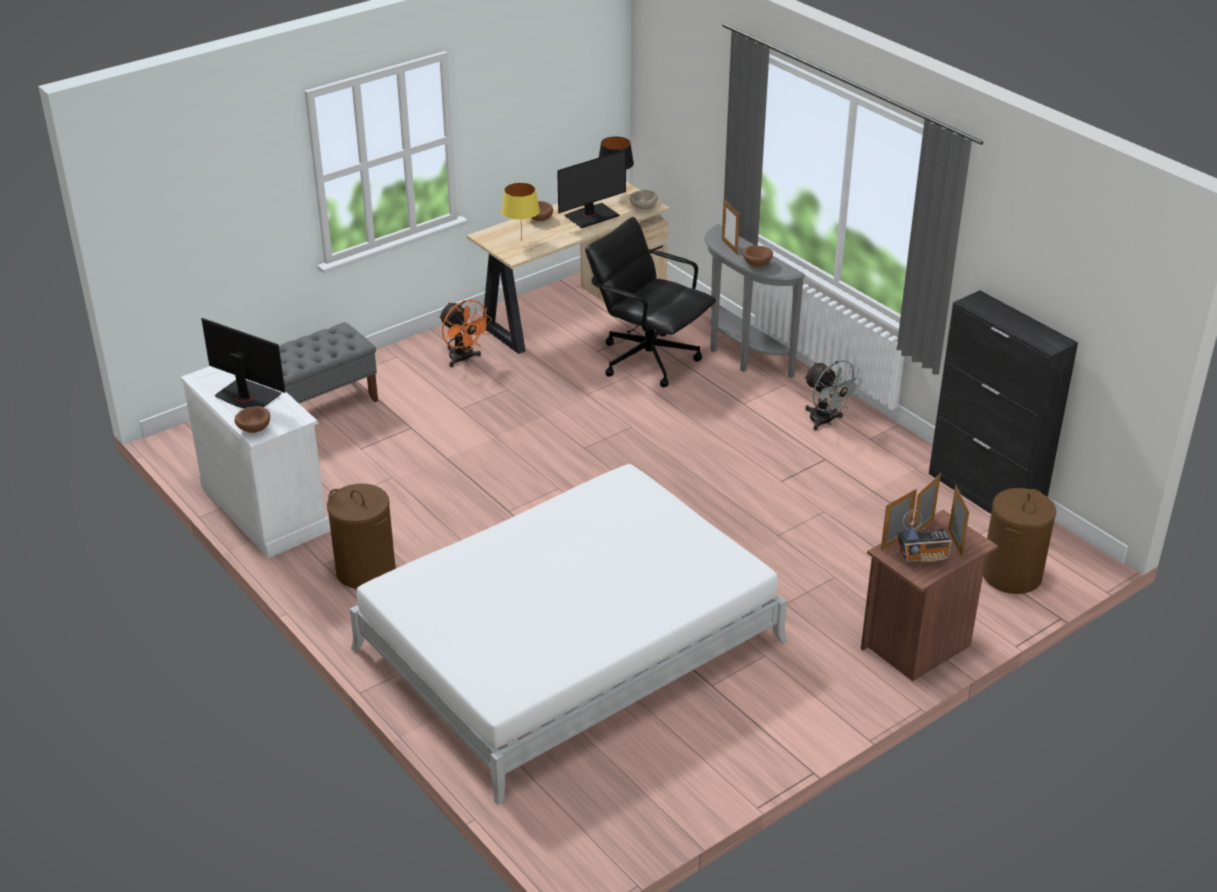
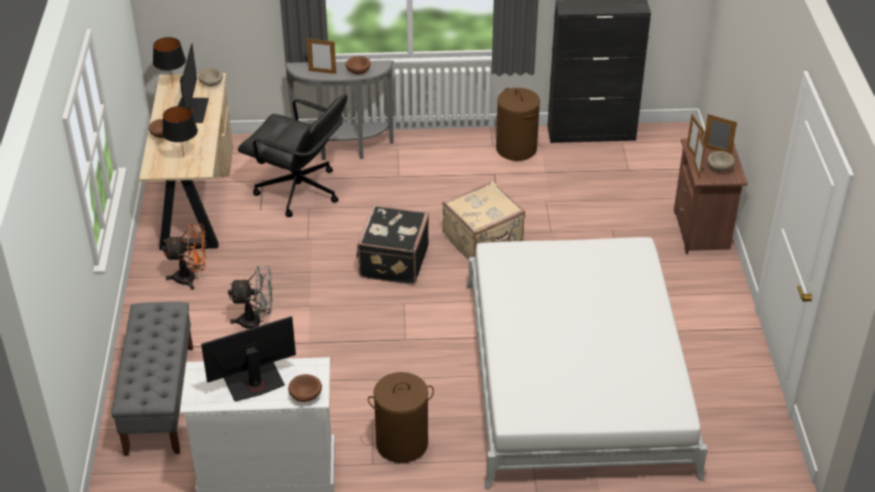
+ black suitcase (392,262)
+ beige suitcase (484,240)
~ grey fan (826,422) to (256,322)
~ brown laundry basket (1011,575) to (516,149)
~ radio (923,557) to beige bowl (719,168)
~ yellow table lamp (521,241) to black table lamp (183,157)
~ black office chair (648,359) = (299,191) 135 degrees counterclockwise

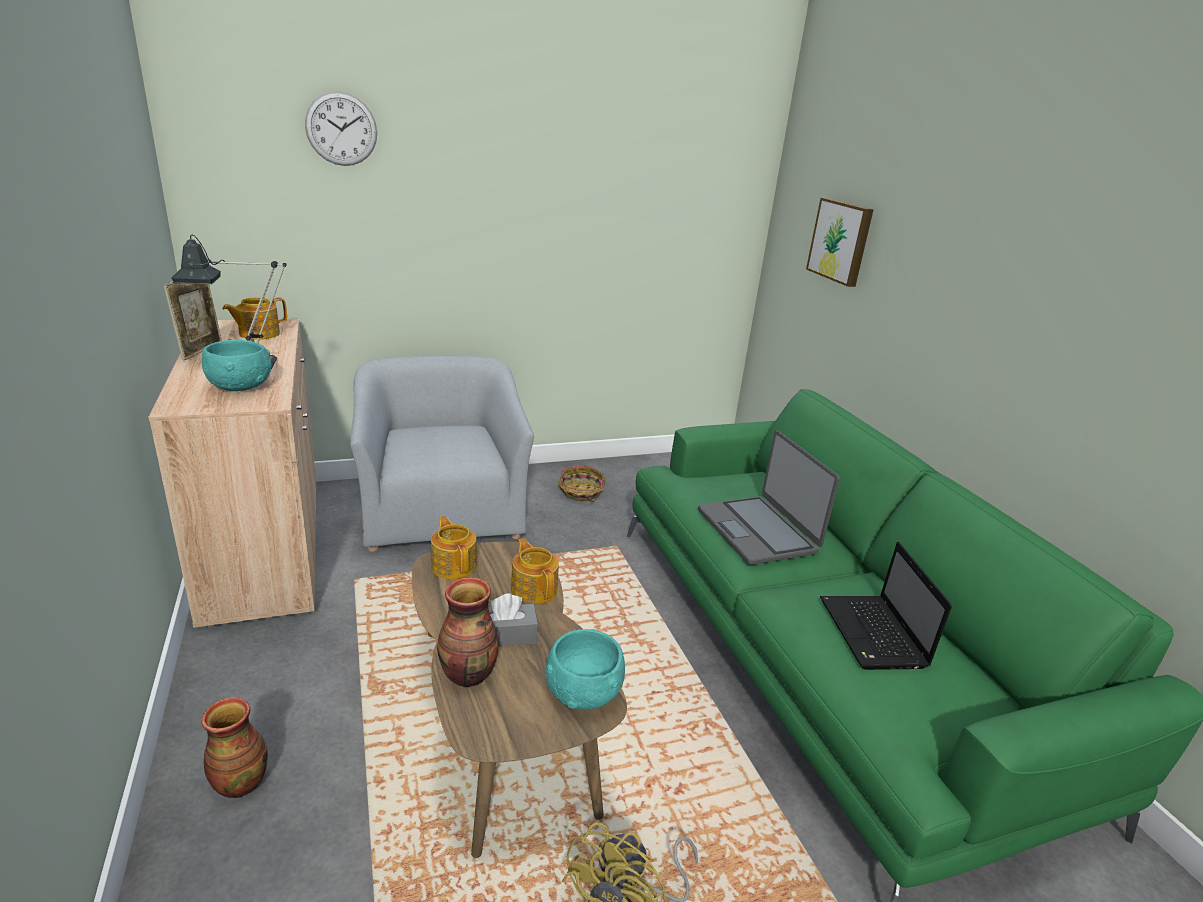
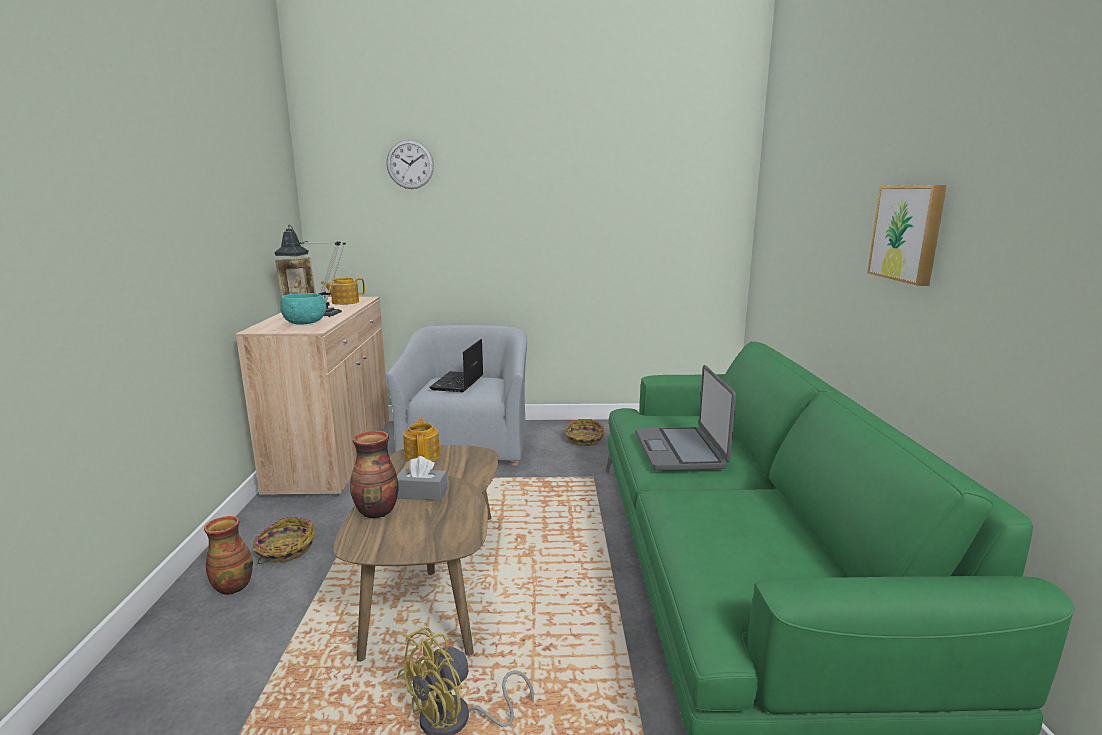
- teapot (534,589)
- turquoise bowl (584,692)
+ basket (285,550)
~ picture (841,241) to (908,233)
~ laptop (873,635) to (457,383)

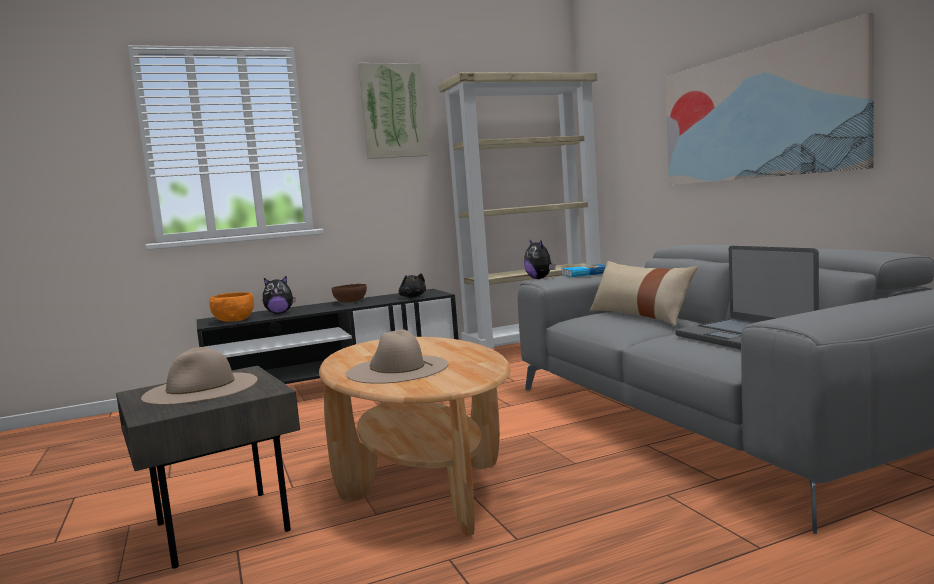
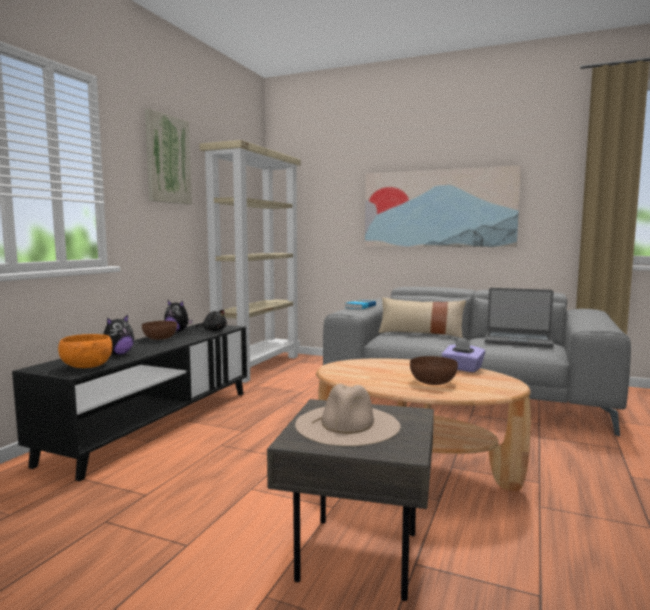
+ purple tissue box (462,368)
~ plush toy (540,278) to (178,331)
~ beige hat (397,369) to brown bowl (433,382)

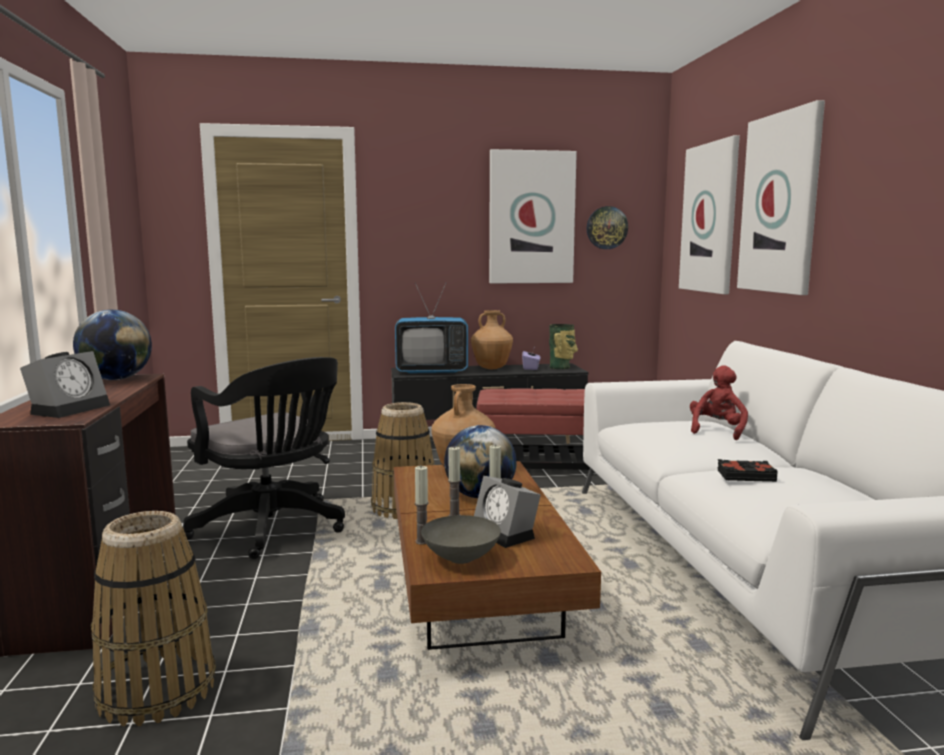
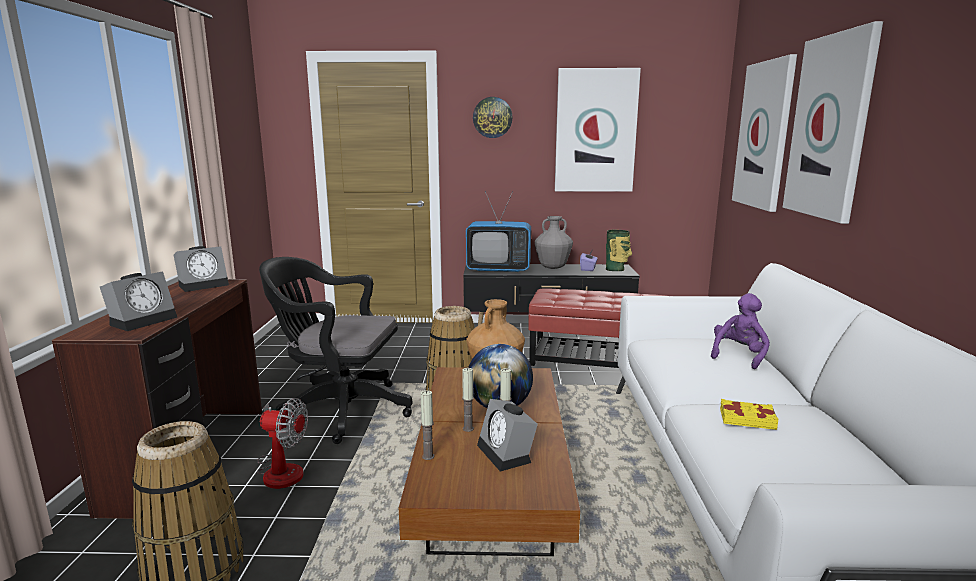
- grey bowl (459,558)
+ fan (281,469)
~ wall clock (606,227) to (492,117)
~ globe (116,379) to alarm clock (205,285)
~ brown vase (492,368) to grey vase (553,267)
~ red plush toy (717,430) to purple plush toy (738,355)
~ black book (745,476) to yellow book (747,419)
~ black office chair (273,529) = (340,410) 135 degrees clockwise

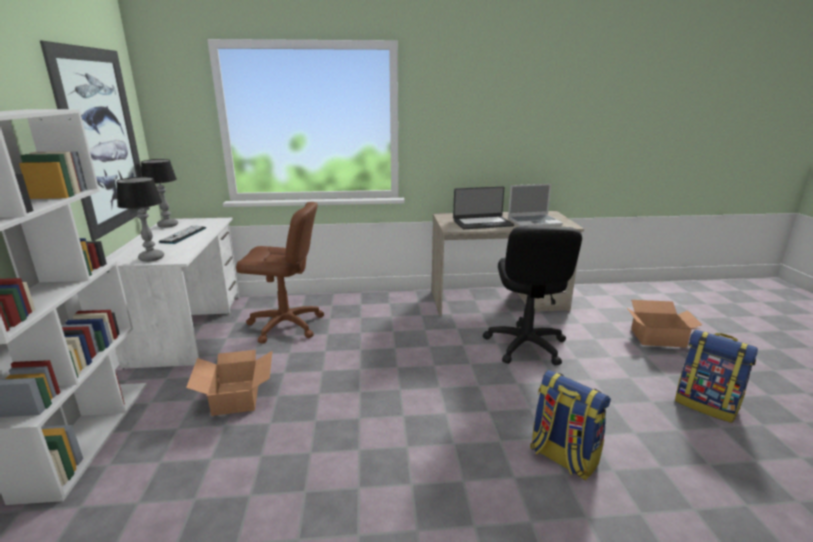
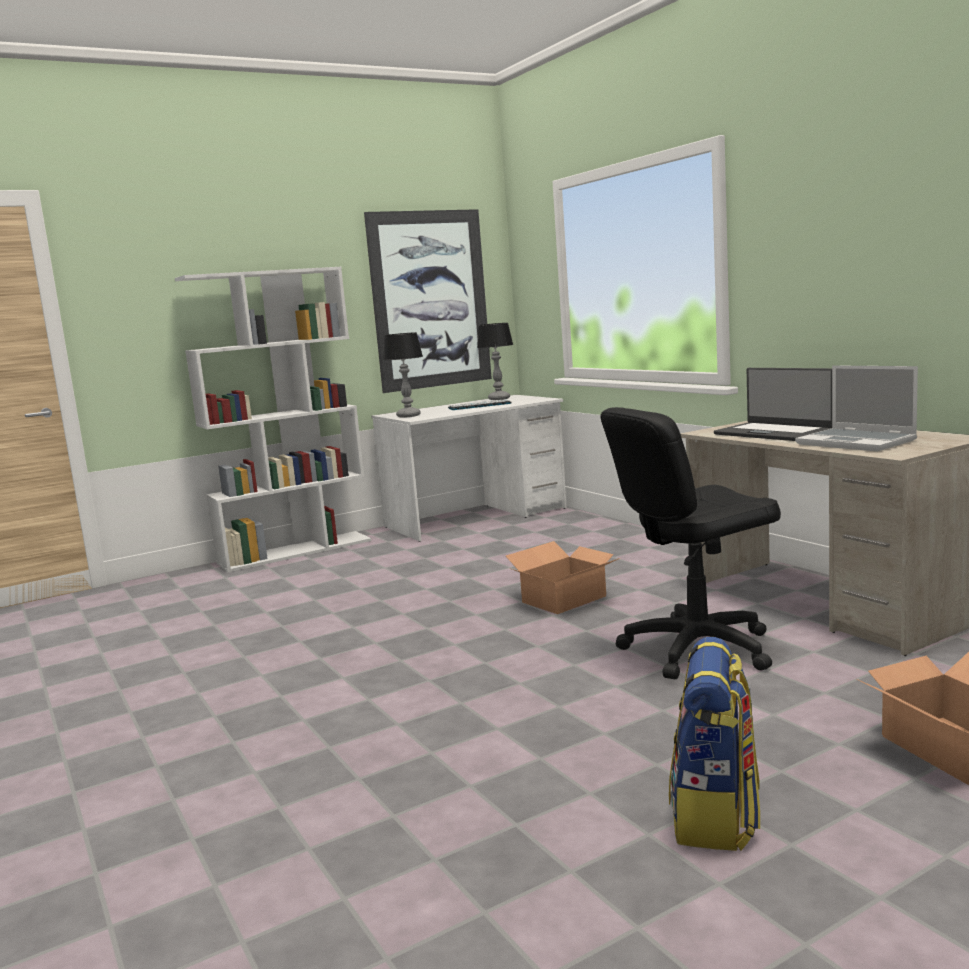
- brown office chair (286,325)
- backpack (562,457)
~ cardboard box (235,397) to (563,599)

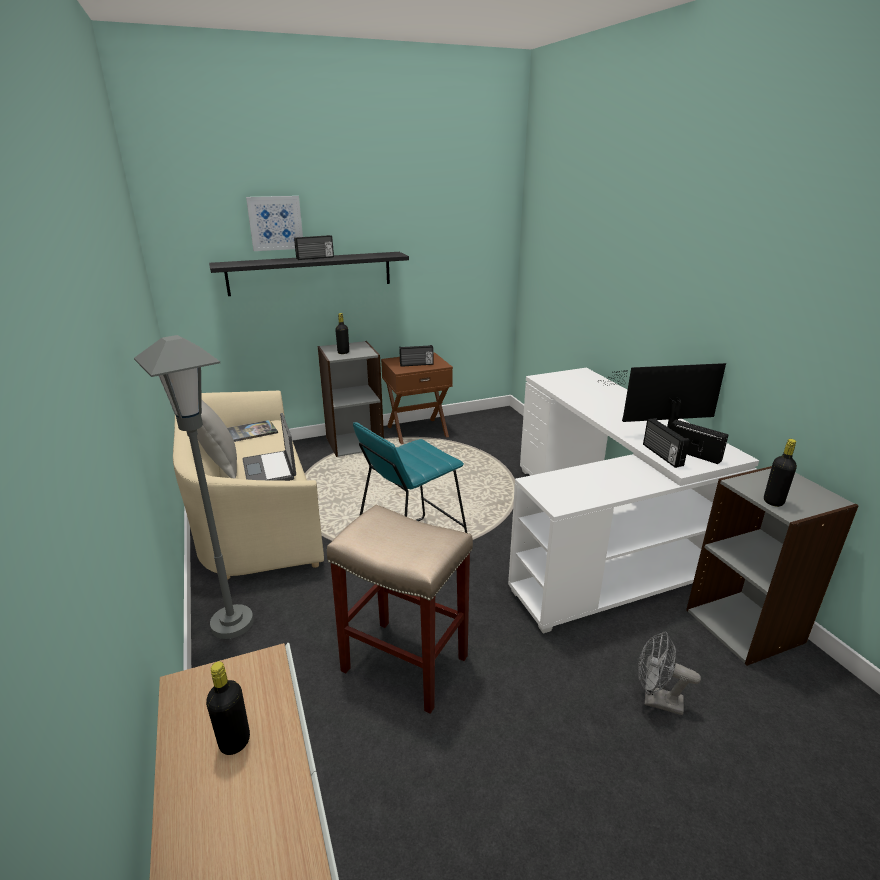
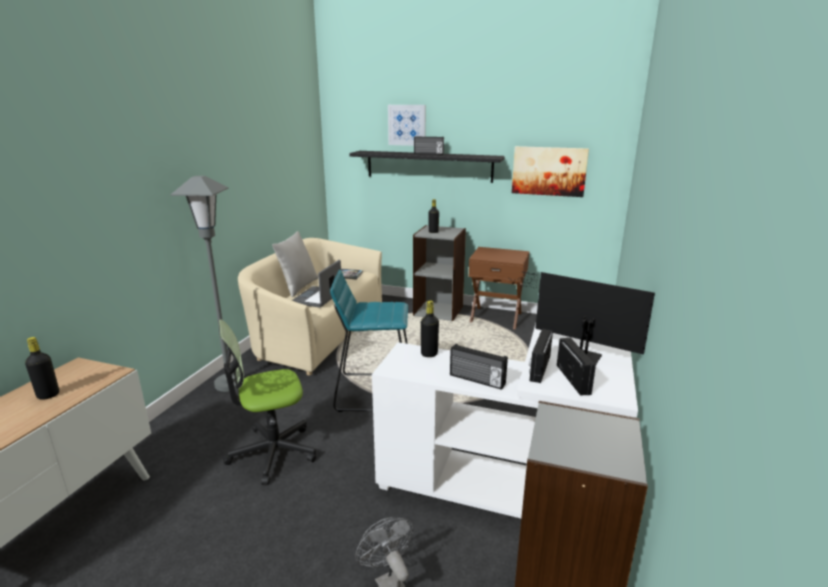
+ picture (549,171)
~ radio (416,364) to (476,380)
~ black bottle (773,501) to (429,354)
~ beige stool (403,663) to office chair (272,452)

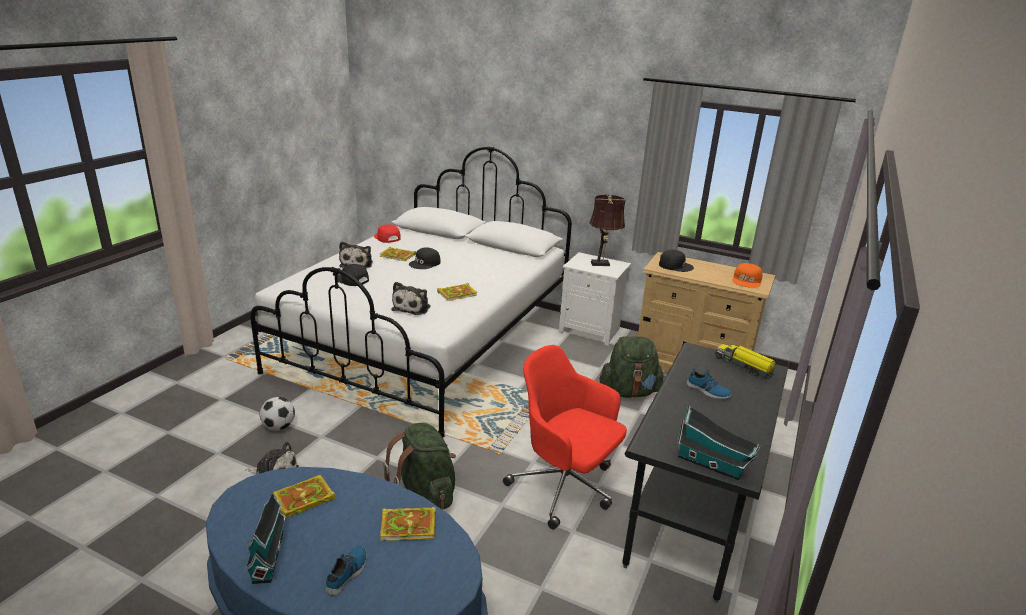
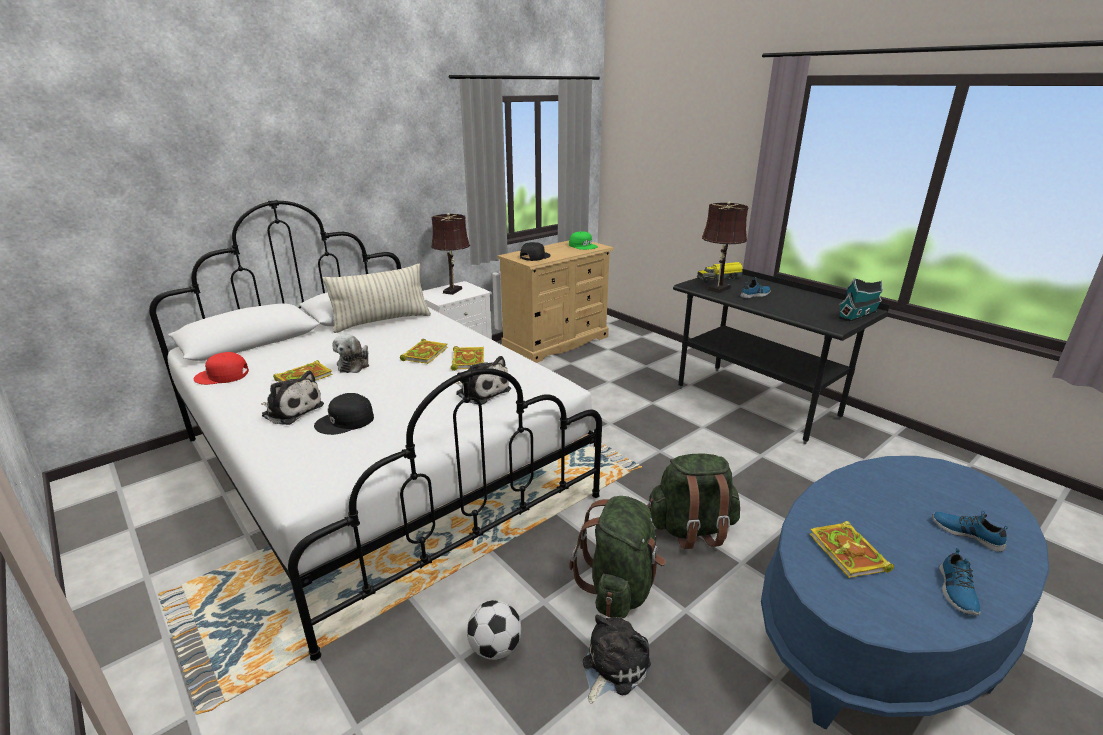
- red office chair (565,487)
+ pillow (382,321)
+ brown table lamp (717,289)
~ book (410,526) to (425,354)
~ green backpack (629,392) to (619,587)
~ toy house (269,554) to shoe (956,590)
~ black cap (425,263) to plush toy (354,364)
~ orange cap (747,280) to green cap (583,246)

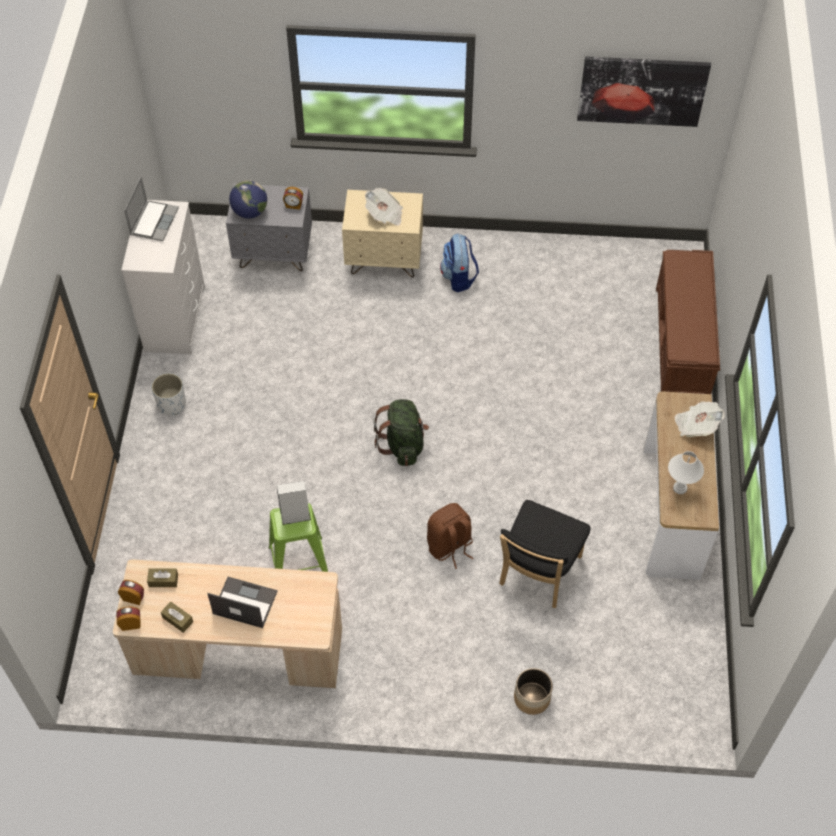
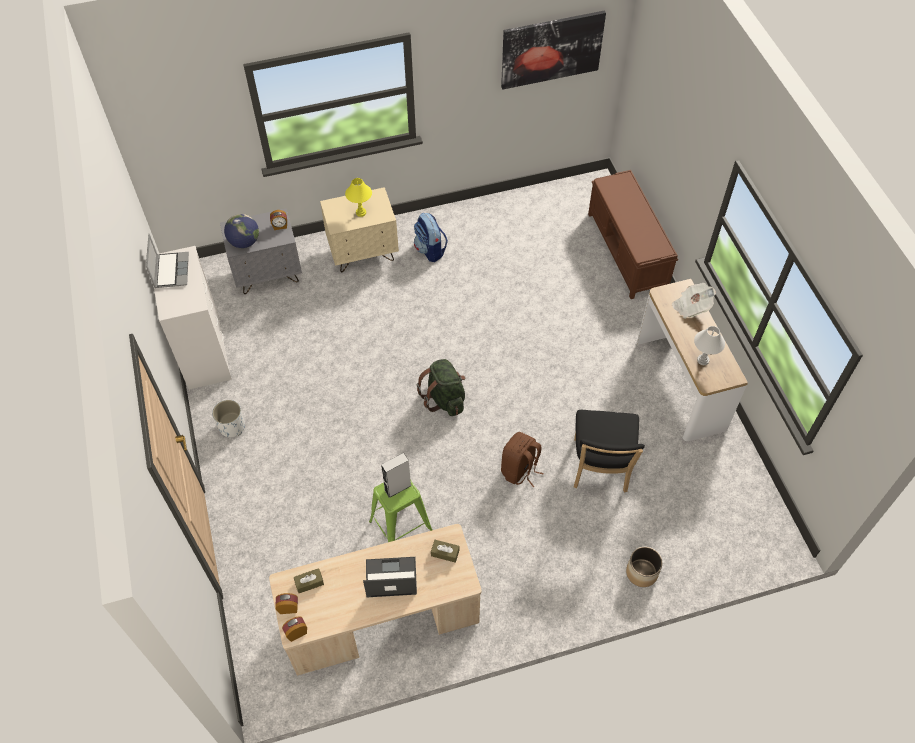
~ brown tissue box (177,619) to (445,553)
~ newspaper (385,215) to yellow table lamp (360,213)

